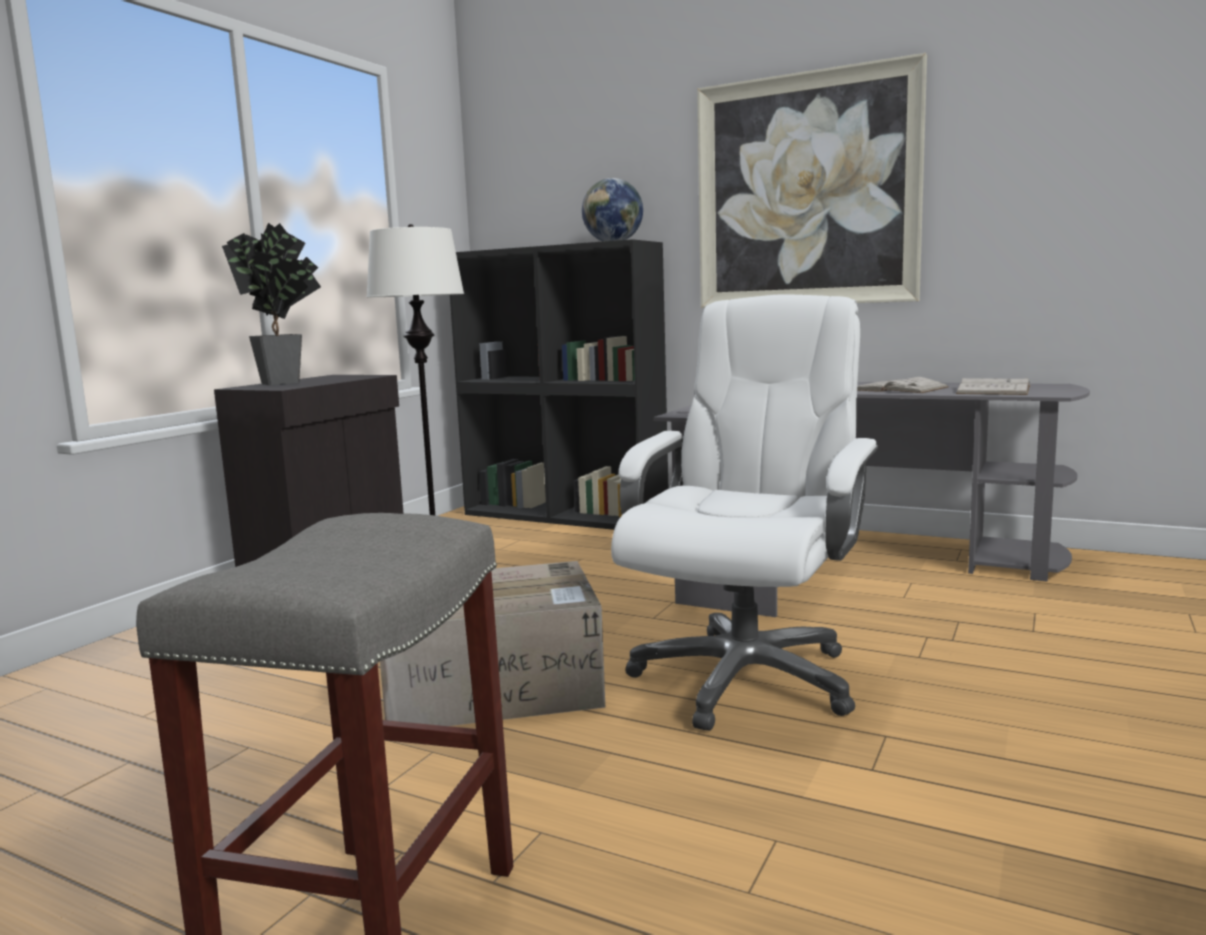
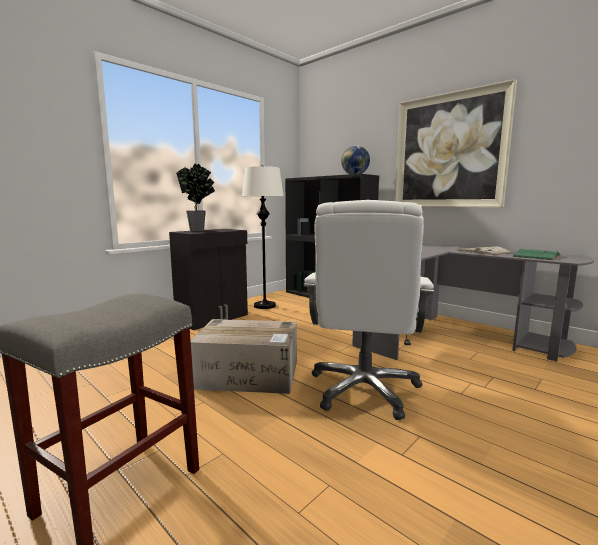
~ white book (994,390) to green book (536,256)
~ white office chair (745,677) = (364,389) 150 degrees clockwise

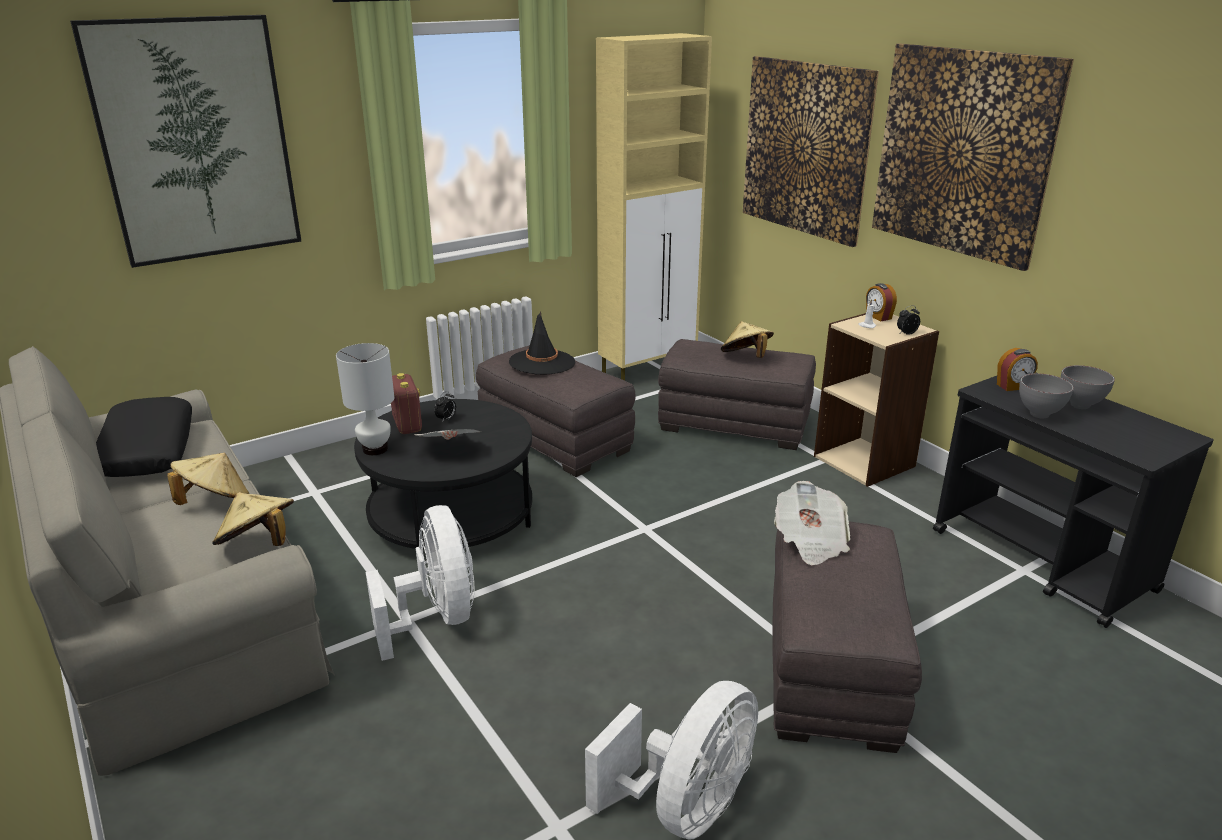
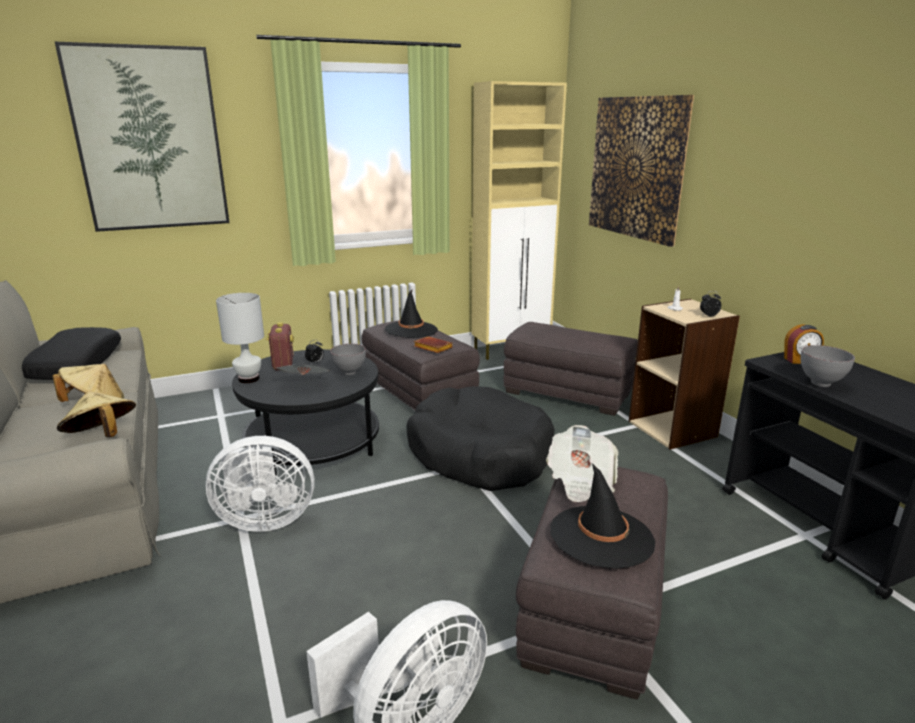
- beige hat (746,357)
- alarm clock (878,317)
- picture (962,153)
+ black dog bed (479,454)
+ brown book (431,348)
+ black hat (601,536)
~ grey bowl (1080,406) to (349,373)
~ white fan (436,618) = (264,519) 90 degrees clockwise

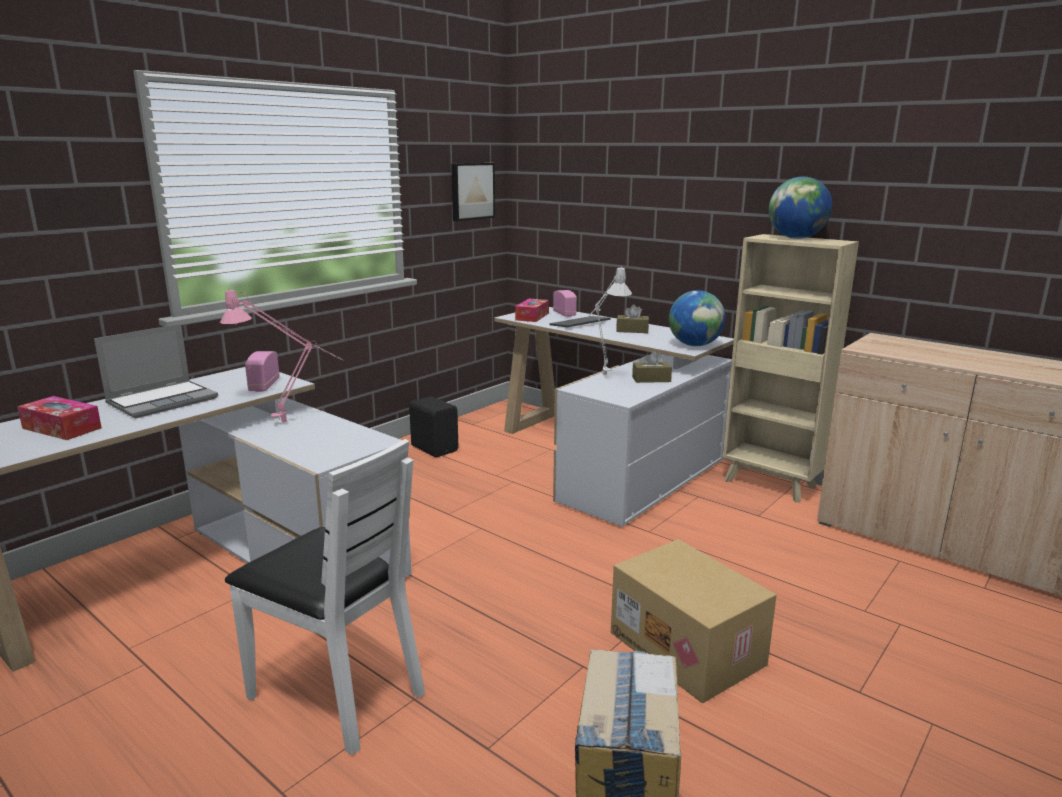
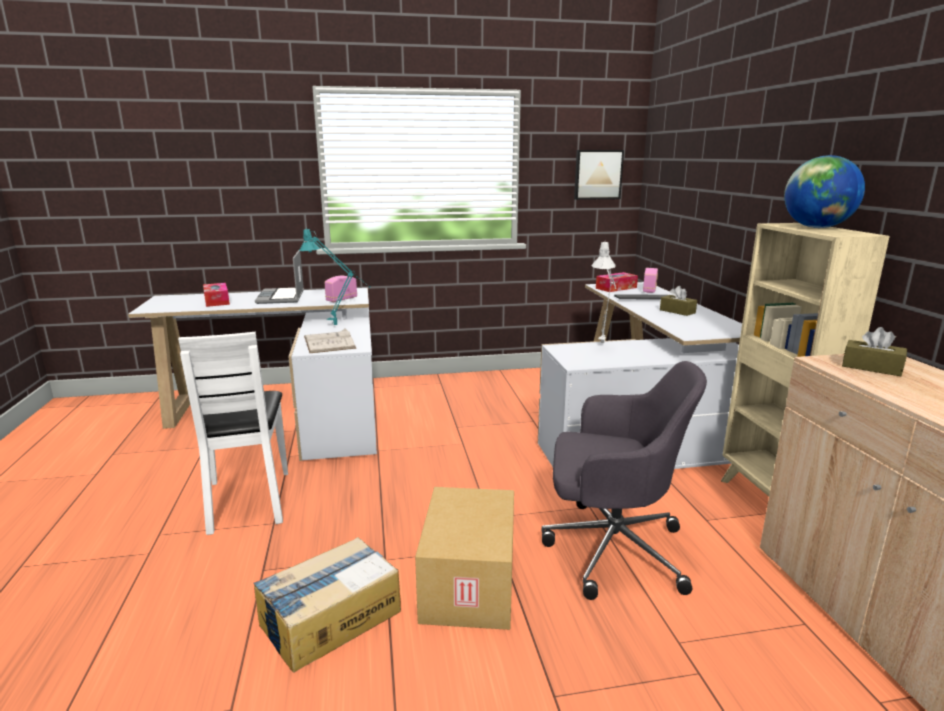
- black speaker (435,448)
- globe (694,345)
+ white book (329,342)
+ grey office chair (611,549)
~ brown tissue box (651,379) to (871,367)
~ pink table lamp (292,423) to turquoise table lamp (340,326)
~ laptop (163,401) = (281,297) 90 degrees clockwise

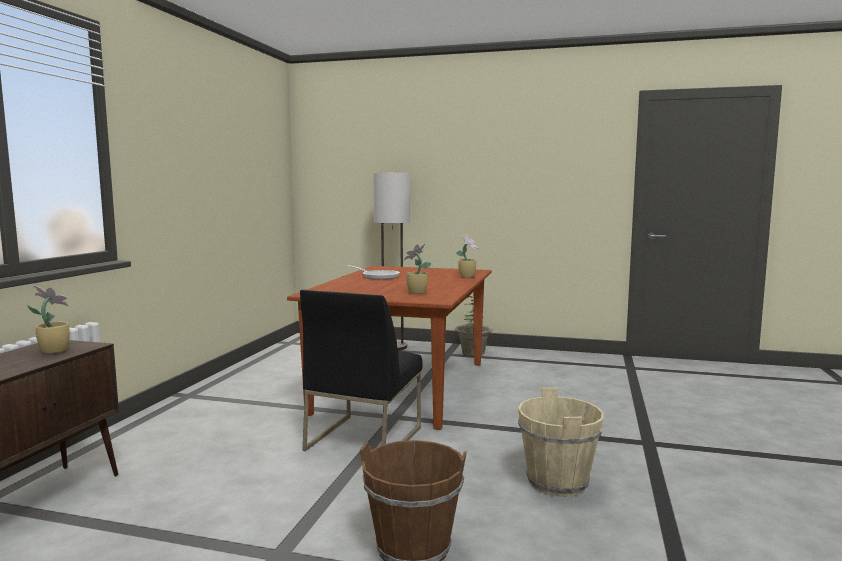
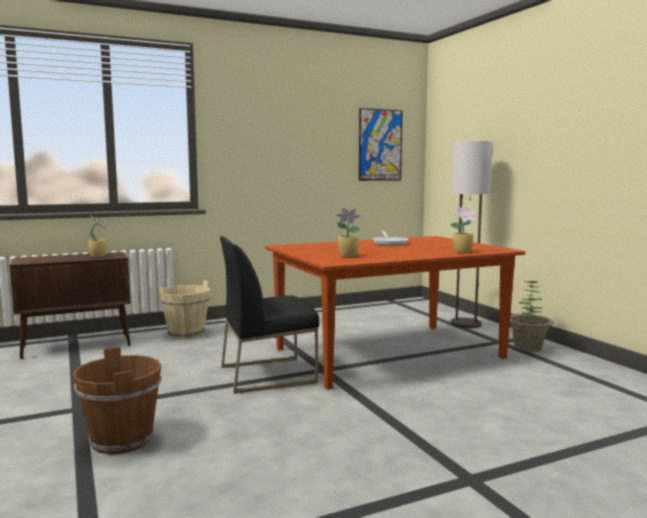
+ picture (380,145)
~ beige bucket (558,482) to (186,334)

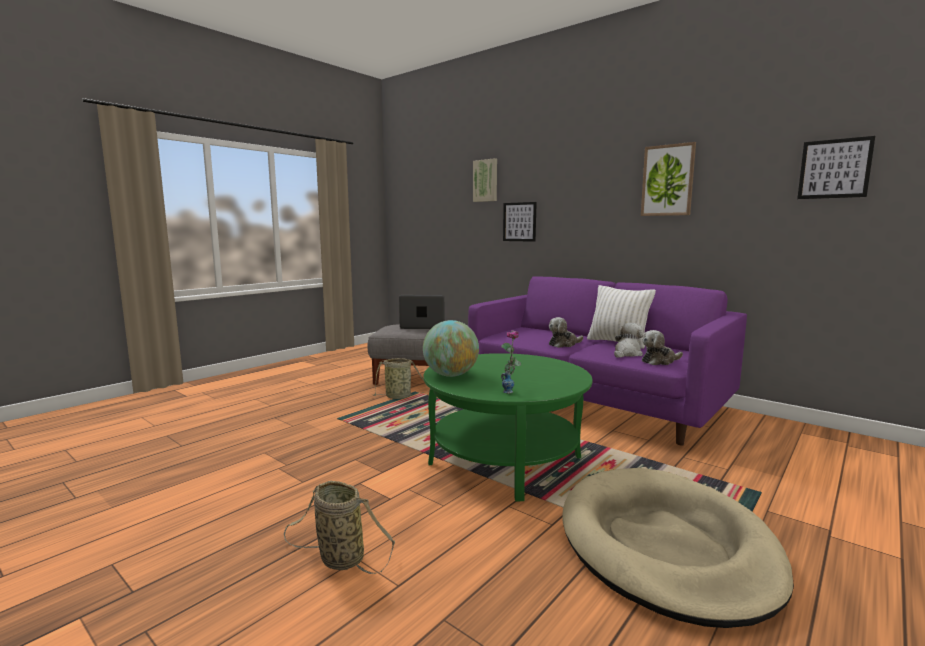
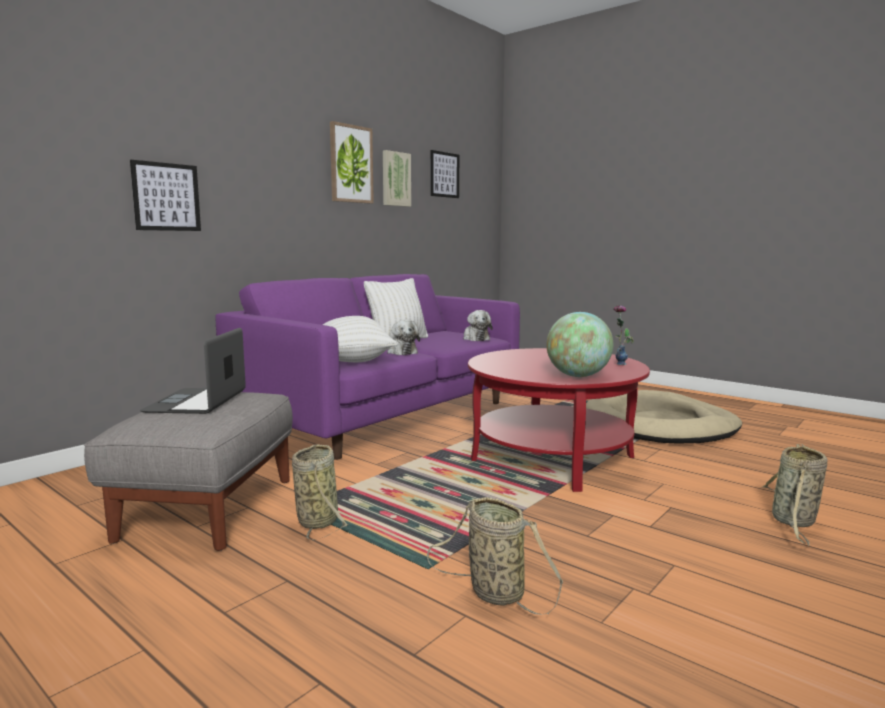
- plush toy (627,354)
+ white pillow (350,361)
+ basket (492,592)
~ picture (485,180) to (395,179)
~ green coffee table (505,460) to red coffee table (552,458)

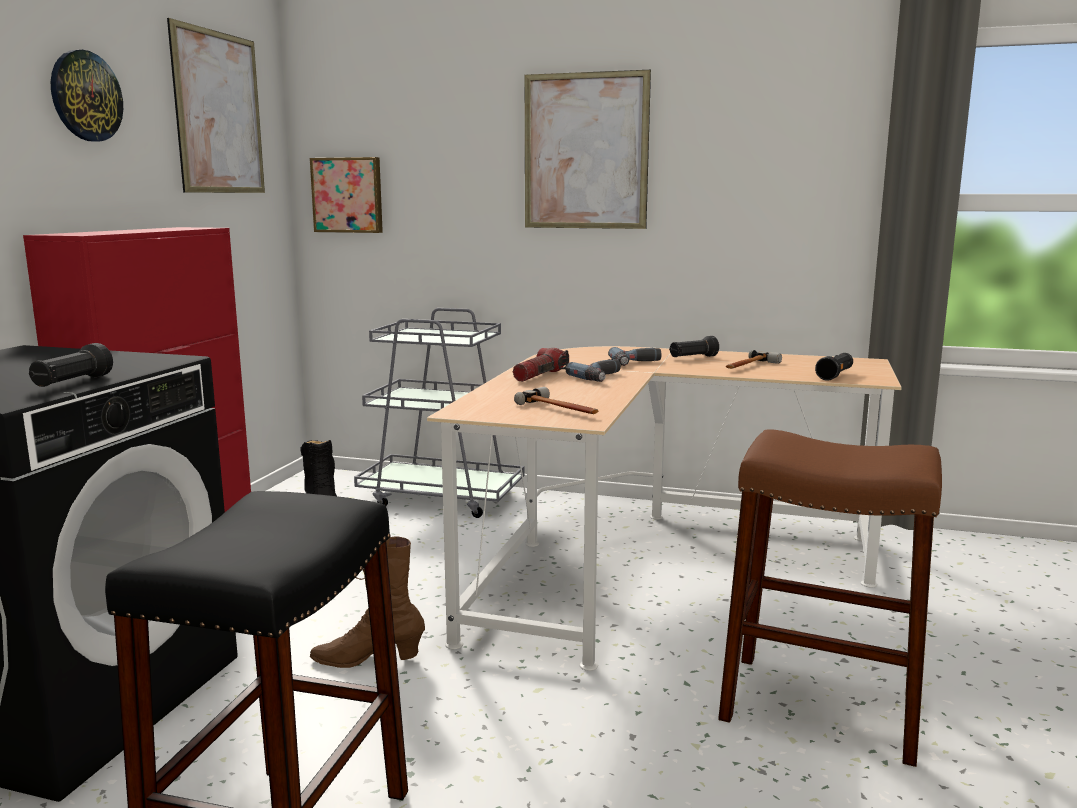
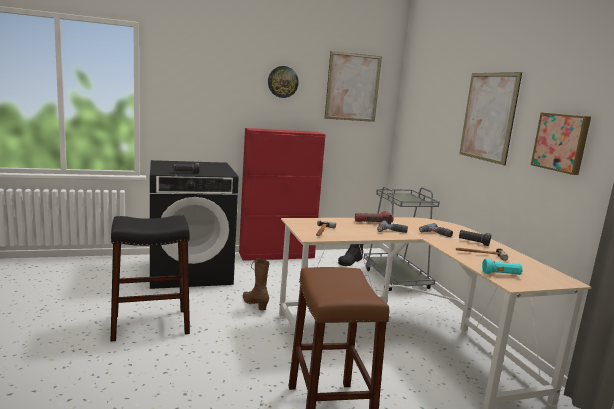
~ picture (348,195) to (561,142)
~ black flashlight (835,376) to turquoise flashlight (501,274)

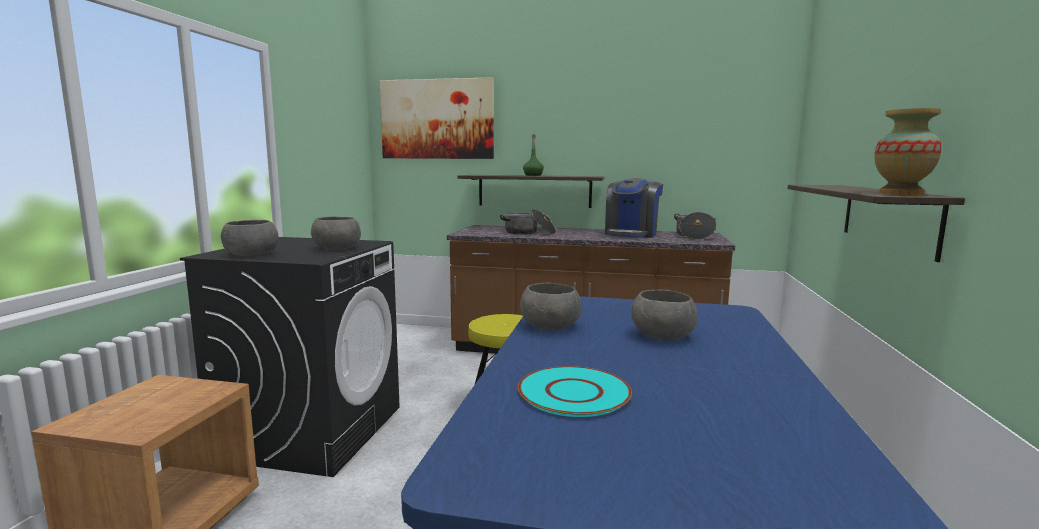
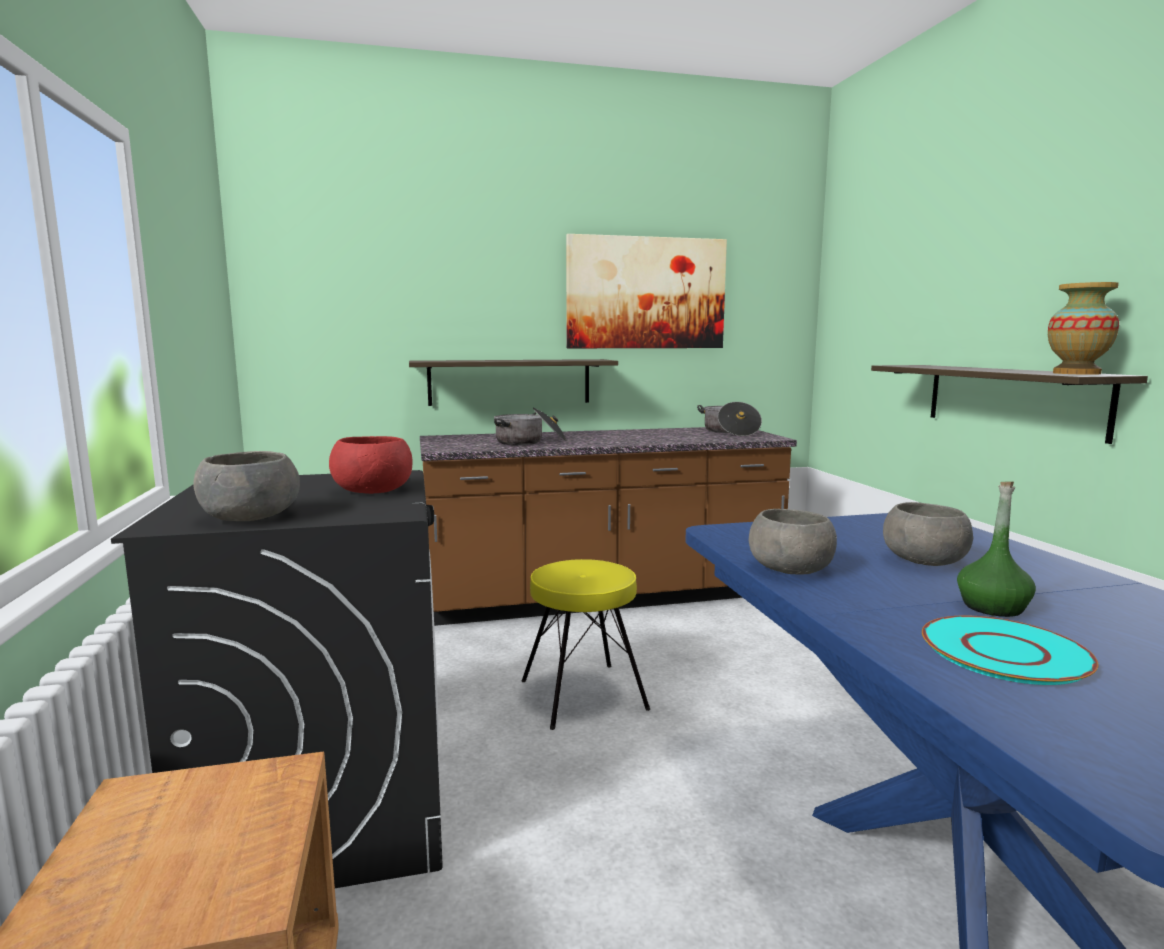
- coffee machine (631,234)
~ picture (437,119) to (646,293)
~ green bottle (533,175) to (992,607)
~ grey bowl (337,248) to red bowl (374,490)

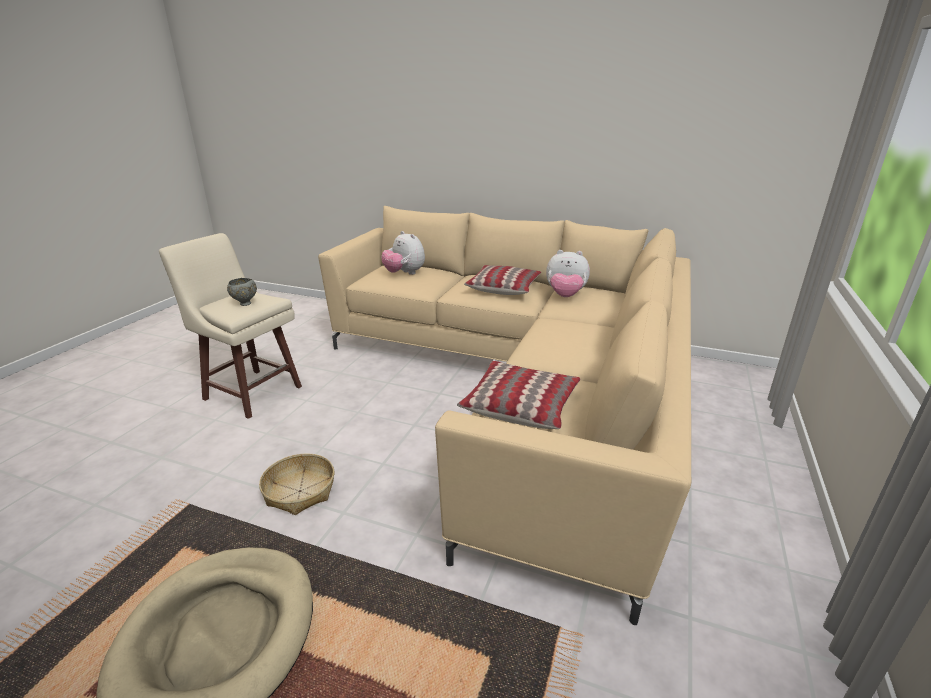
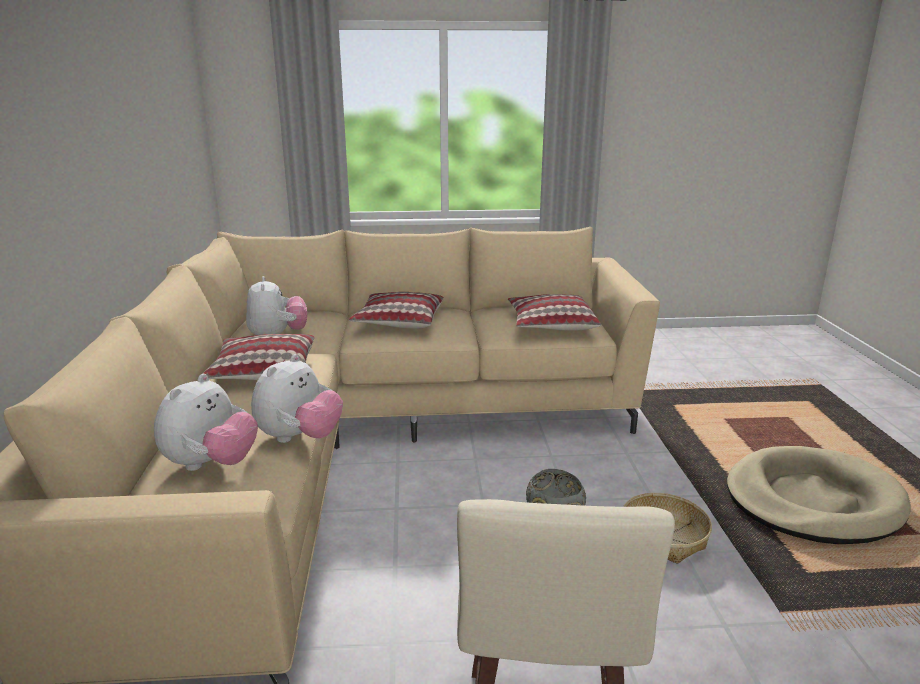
+ plush toy (299,438)
+ pillow (398,321)

